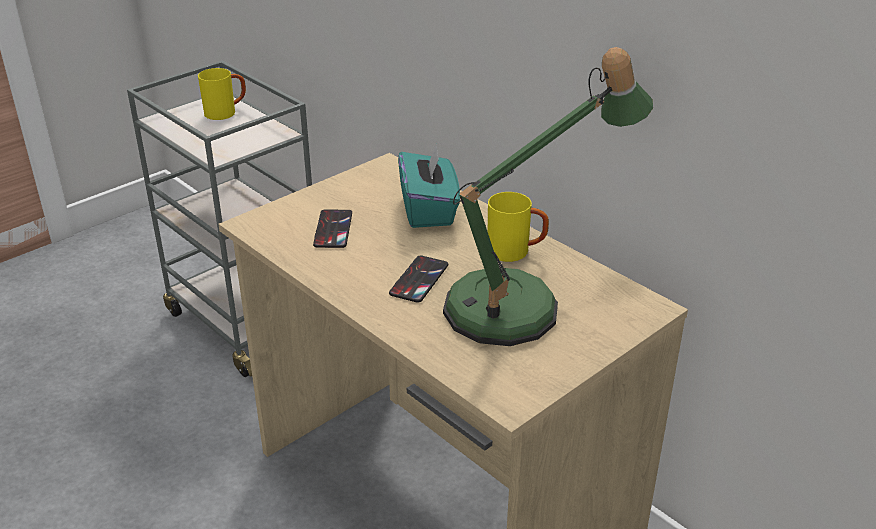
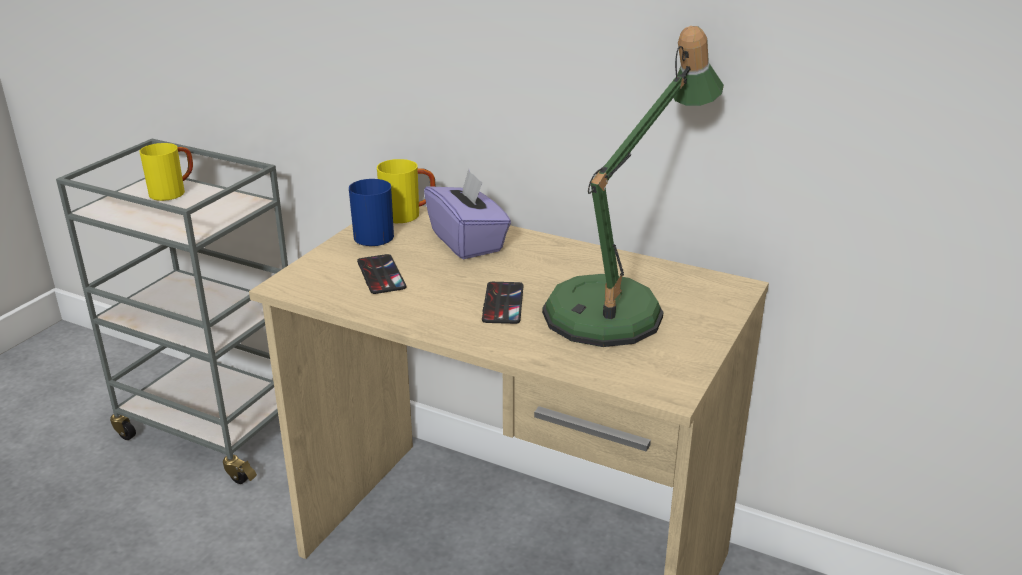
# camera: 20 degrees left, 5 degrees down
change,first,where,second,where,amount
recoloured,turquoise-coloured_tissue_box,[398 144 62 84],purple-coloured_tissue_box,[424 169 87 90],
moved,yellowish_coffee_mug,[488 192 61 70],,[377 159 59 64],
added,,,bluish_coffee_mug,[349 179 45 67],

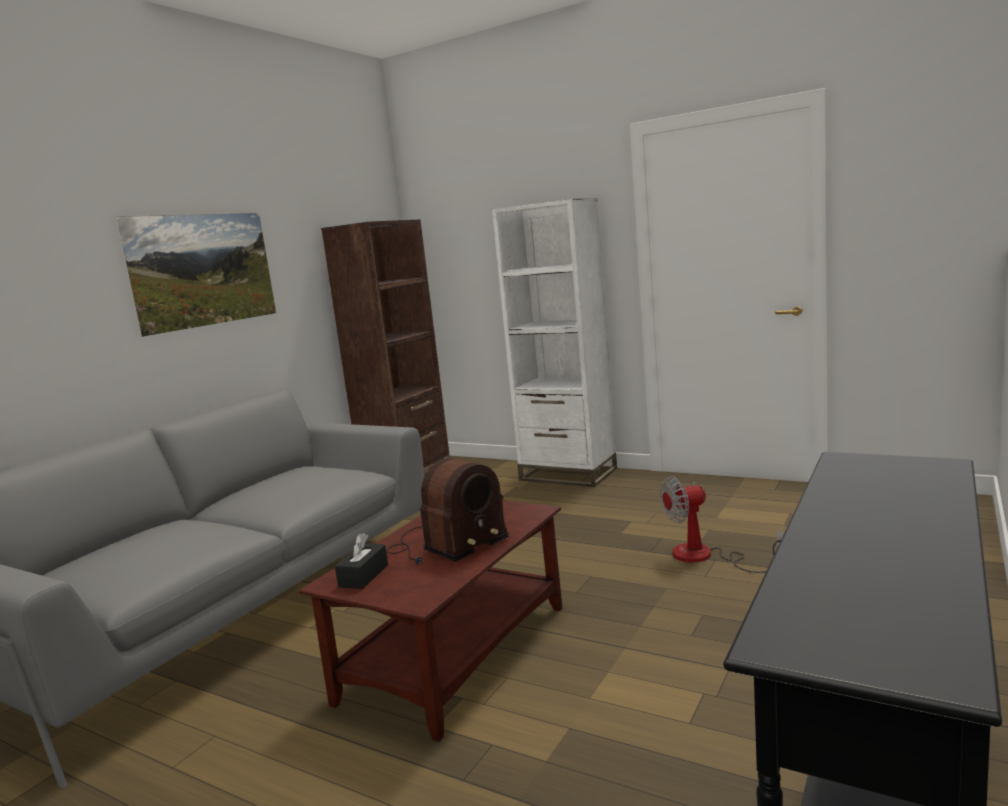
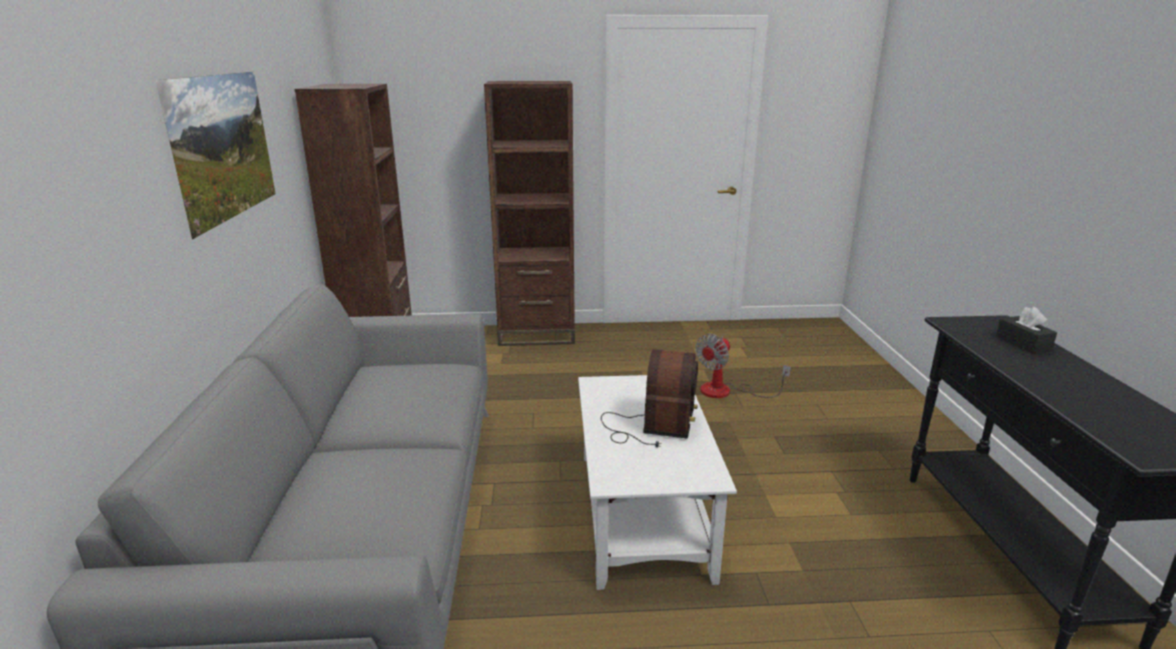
# camera: 35 degrees left, 10 degrees up
change,first,where,second,where,amount
recoloured,brown_coffee_table,[299 501 263 241],white-coloured_coffee_table,[578 375 159 215],
moved,blackish_tissue_box,[335 533 53 56],,[996 307 61 46],
recoloured,white-coloured_shelving_unit,[492 199 125 288],brown_shelving_unit,[484 81 91 265],

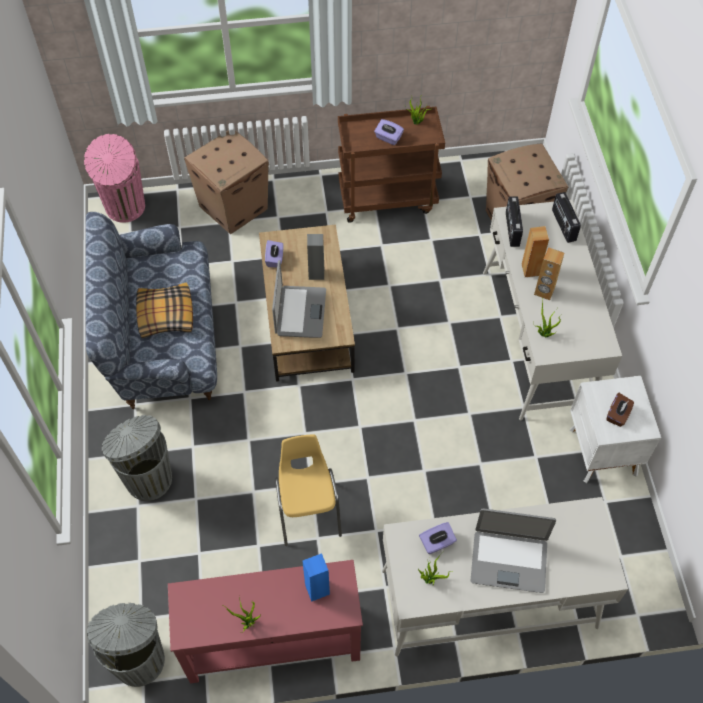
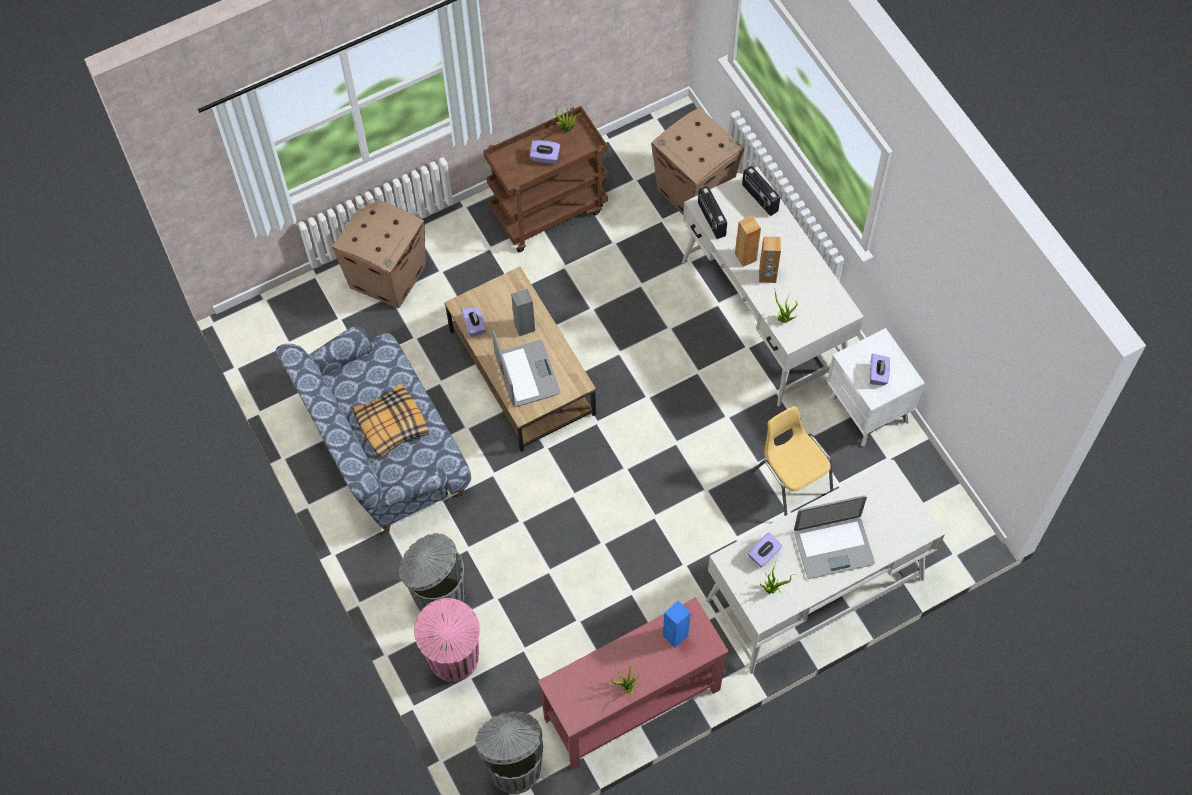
# camera: 20 degrees left, 5 degrees up
change,first,where,second,where,amount
moved,pinkish_trash_can,[84 134 61 89],,[414 598 66 84],
moved,yellowish_upright_chair,[275 434 67 112],,[751 406 82 110],
recoloured,brown_tissue_box,[607 393 27 34],purple-coloured_tissue_box,[870 354 20 32],

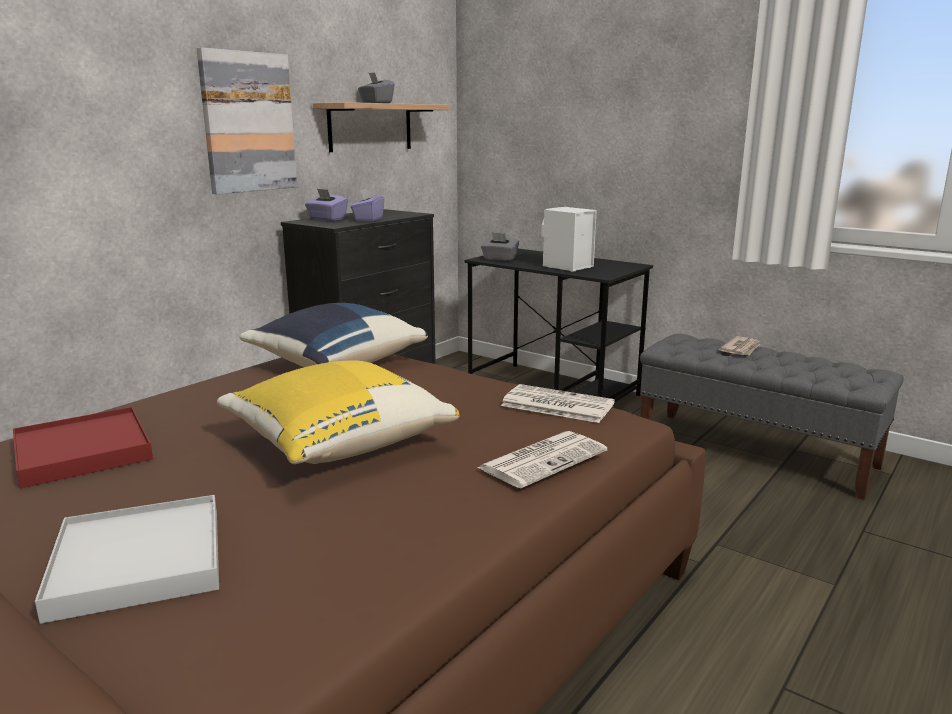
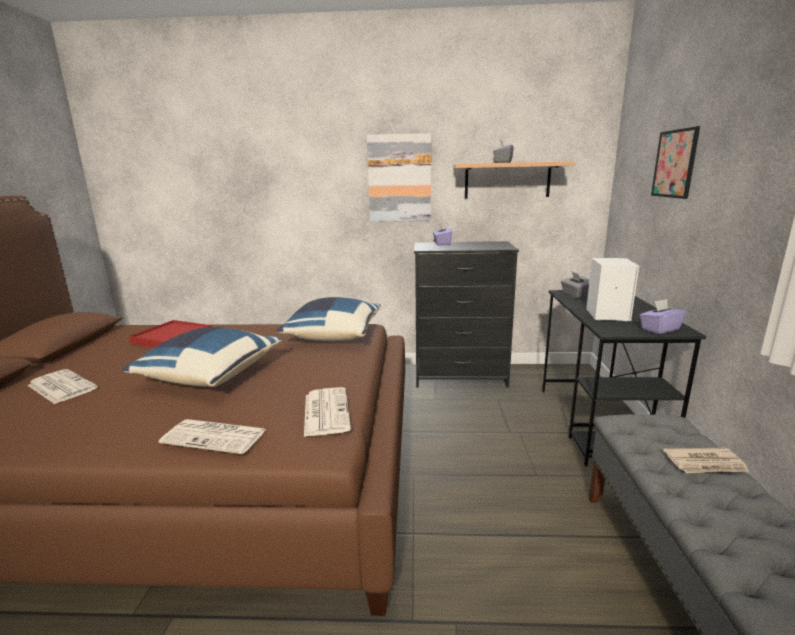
# camera: 55 degrees right, 0 degrees up
change,first,where,second,where,amount
replaced,white-coloured_tray,[35 495 184 129],newspaper,[27 369 71 35],
recoloured,yellowish_cushion,[217 360 243 104],bluish_cushion,[122 327 160 60],
moved,purple-coloured_tissue_box,[351 188 34 34],,[639 299 47 35],
added,,,wall_picture,[651 126 49 73],

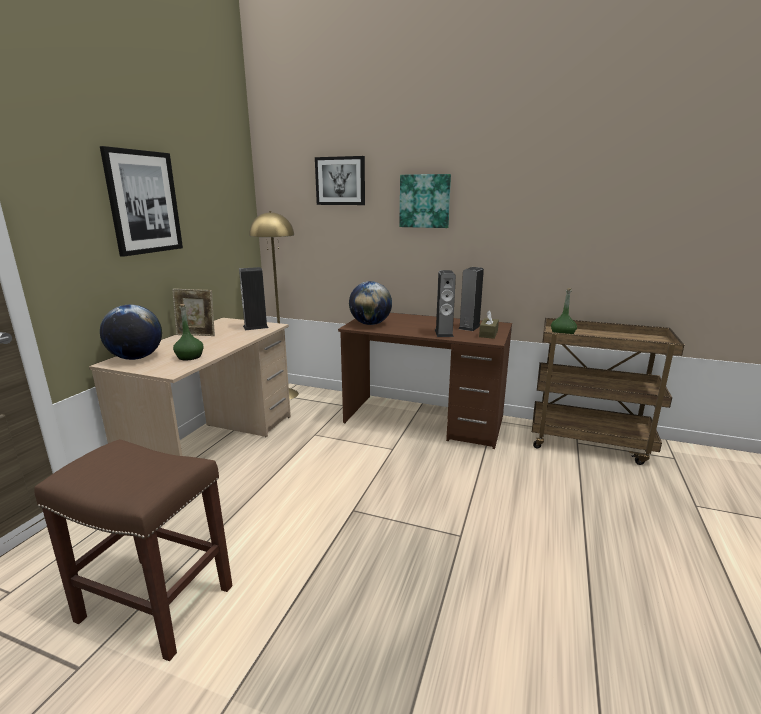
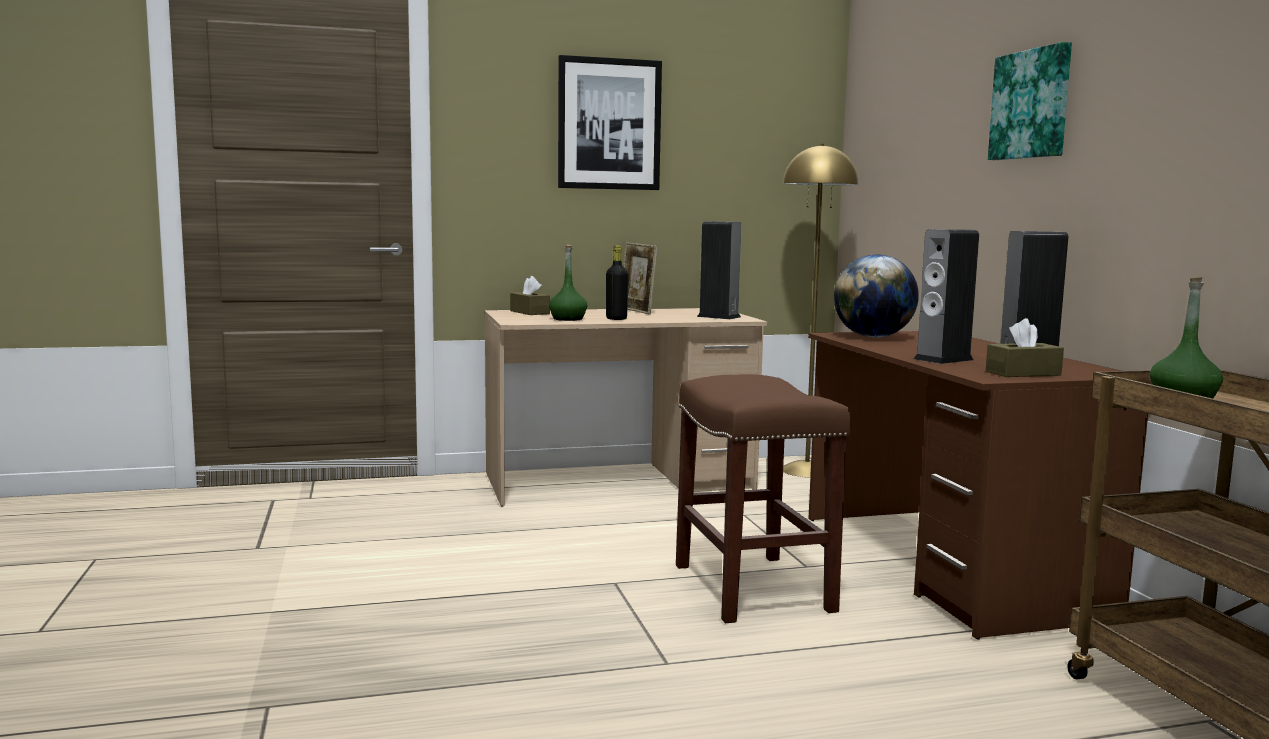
# camera: 55 degrees right, 10 degrees down
change,first,where,second,where,amount
moved,brown_sitting_stool,[34 439 199 222],,[676 374 174 249],
replaced,desk_globe,[100 305 62 55],brown_tissue_box,[510 276 40 39],
removed,wall_picture,[315 156 50 49],,,
added,,,blackish_bottle,[606 245 22 75],

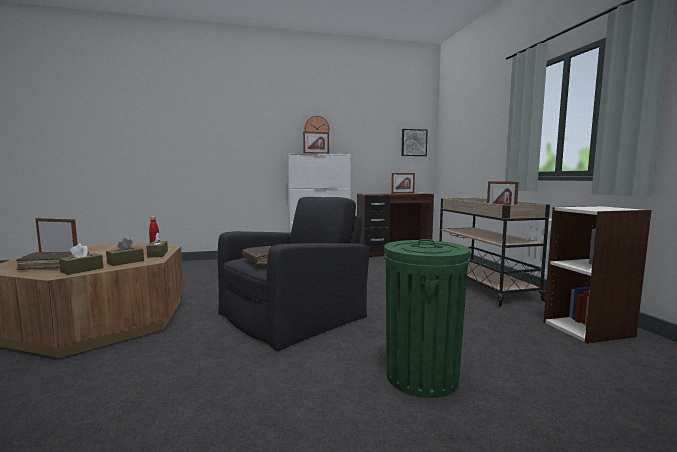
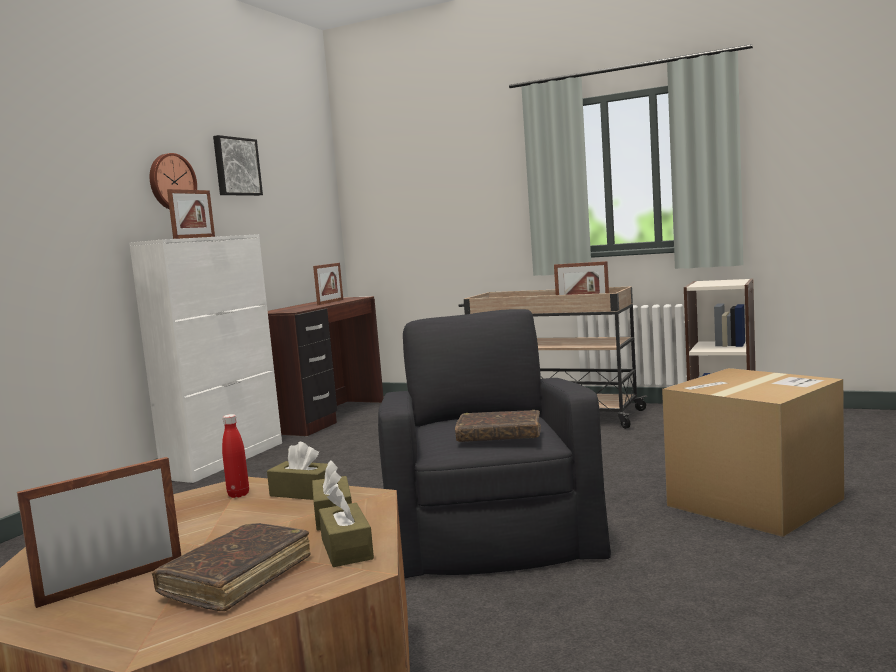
# camera: 50 degrees left, 0 degrees up
change,first,where,second,where,amount
replaced,green-coloured_trash_can,[384 239 86 159],cardboard_box,[662 368 182 169],
moved,wall_picture,[401 129 27 27],,[213 135 50 61],

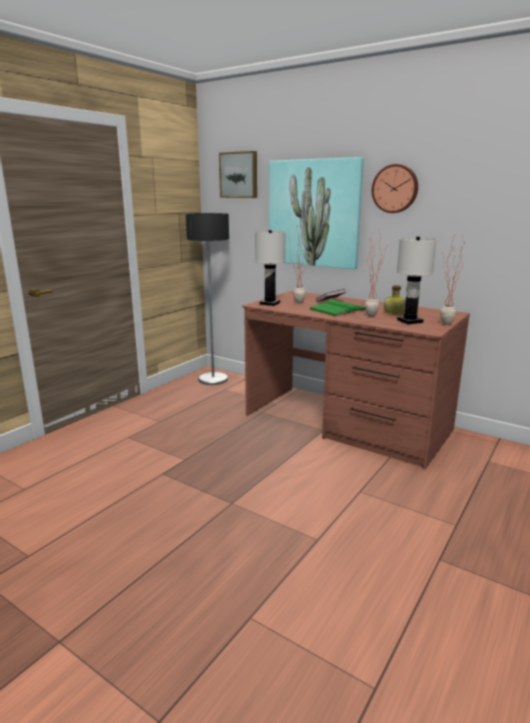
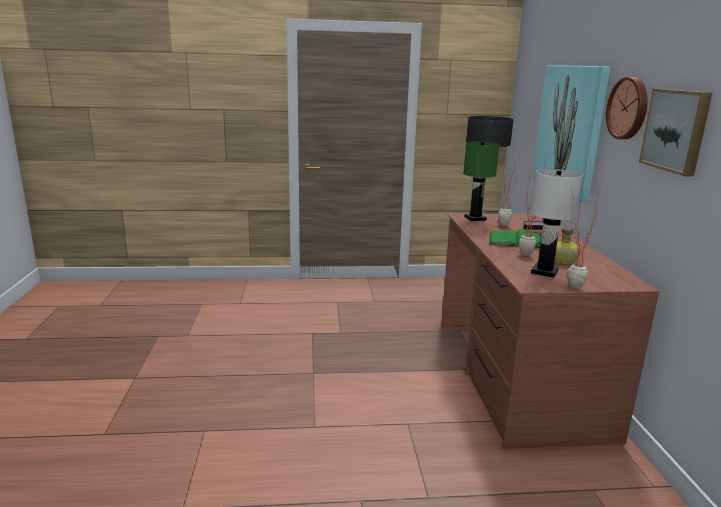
# camera: 50 degrees right, 0 degrees up
change,first,where,second,where,amount
moved,wall_picture,[219 151 38 47],,[639 89 73 88],
recoloured,white-coloured_table_lamp,[255 230 31 76],green-coloured_table_lamp,[463 141 36 80],

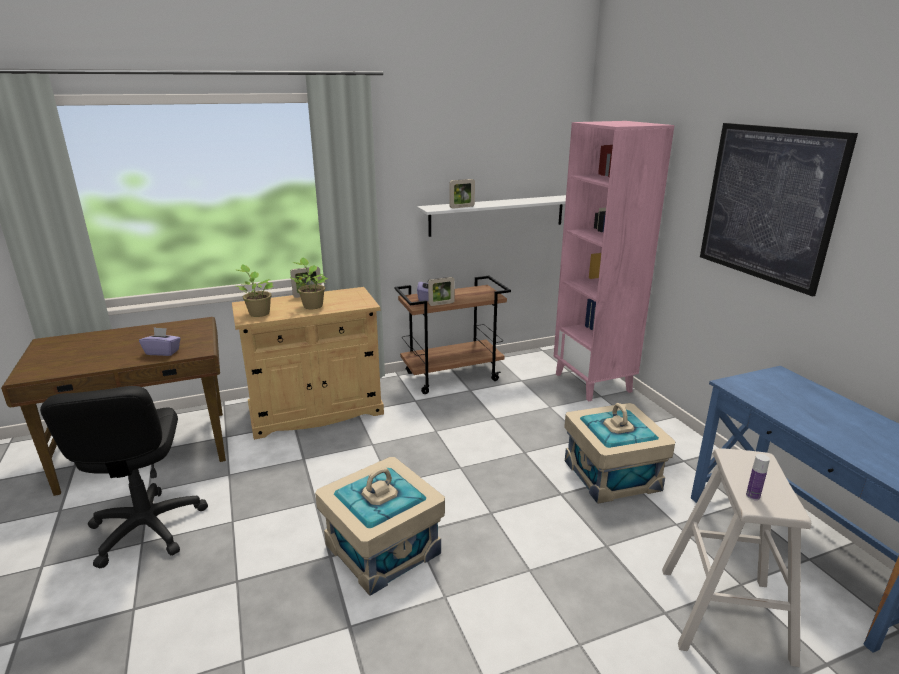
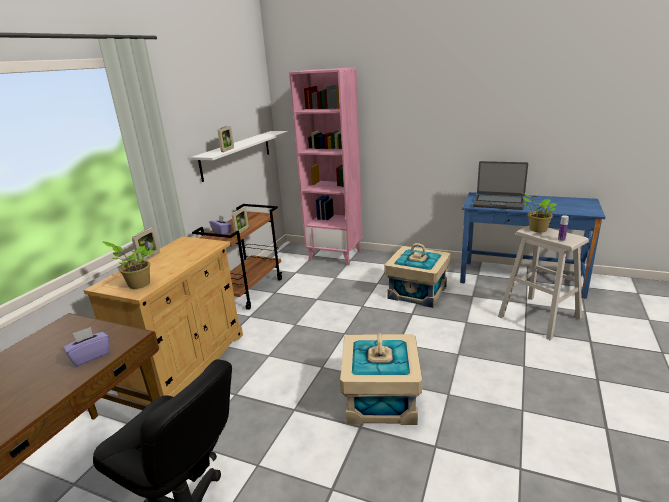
# camera: 45 degrees left, 0 degrees up
change,first,where,second,where,amount
moved,potted_plant,[291 258 37 51],,[521 192 36 41],
removed,wall_picture,[700 123 158 173],,,
added,,,portable_computer,[473 161 55 49],

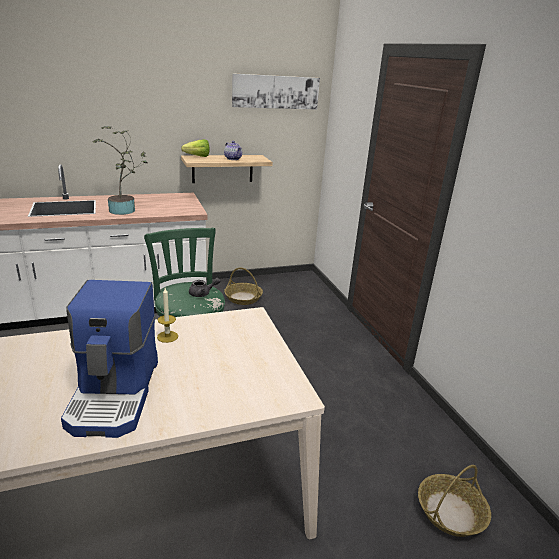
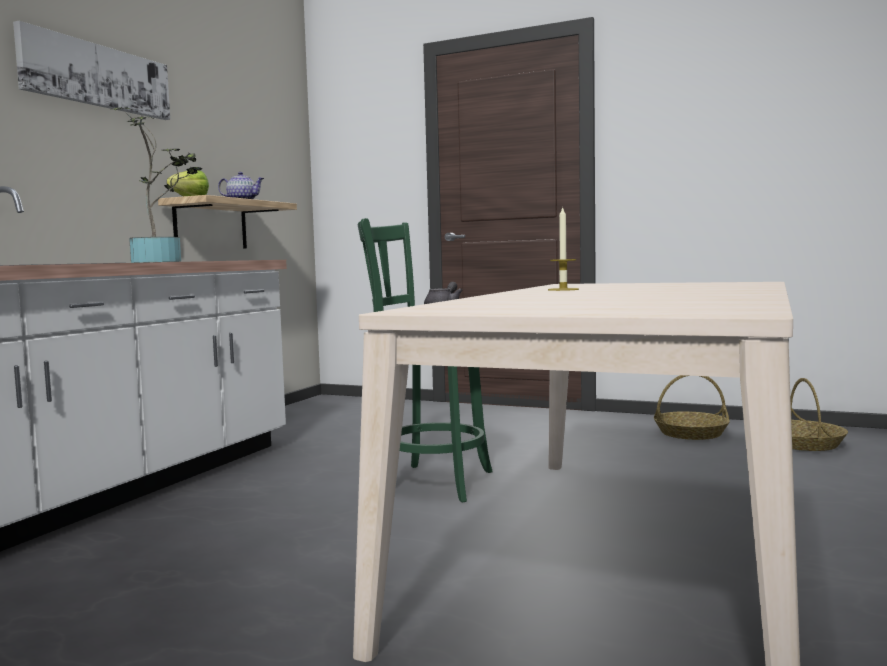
# camera: 45 degrees left, 20 degrees down
change,first,where,second,where,amount
removed,coffee_maker,[61 280 97 158],,,
moved,household_basket,[224 267 39 38],,[654 375 76 65],
moved,wall_picture,[232 73 88 37],,[13 21 157 99],

